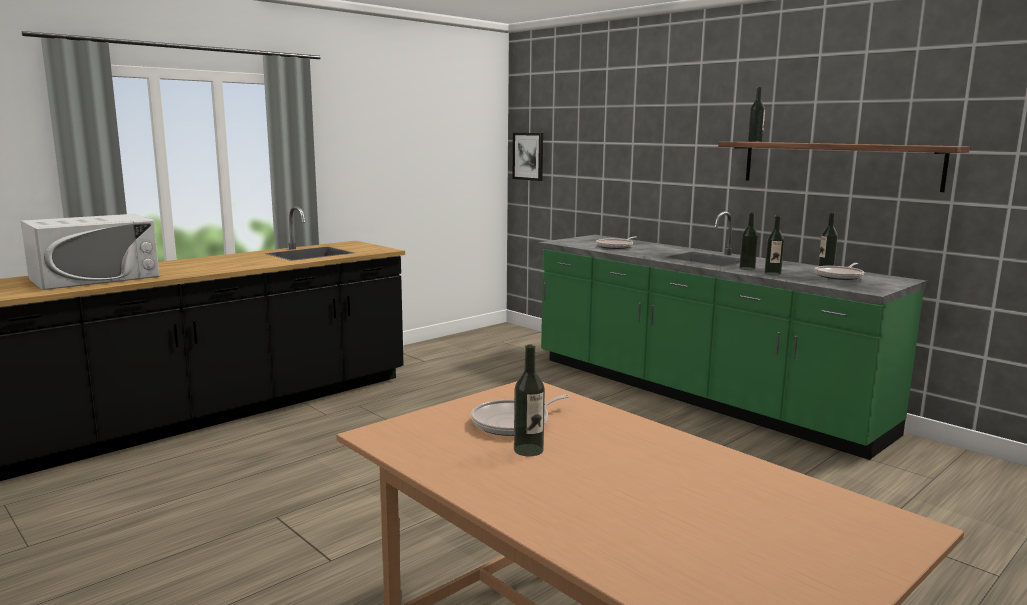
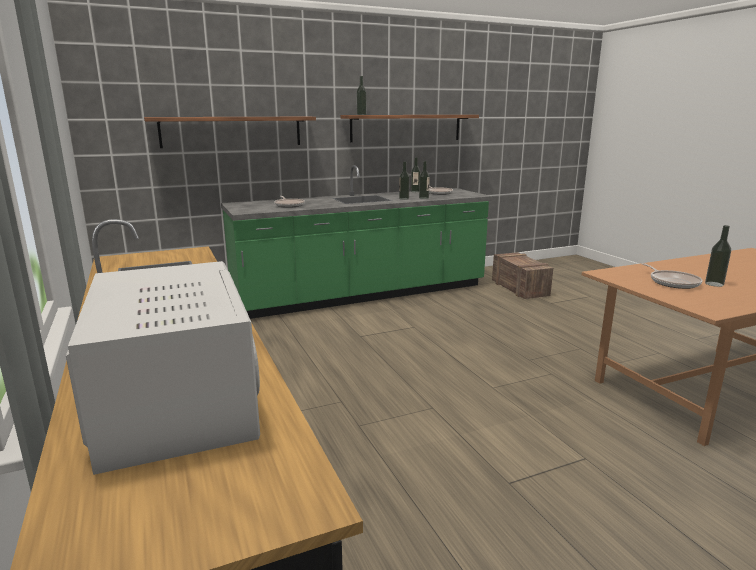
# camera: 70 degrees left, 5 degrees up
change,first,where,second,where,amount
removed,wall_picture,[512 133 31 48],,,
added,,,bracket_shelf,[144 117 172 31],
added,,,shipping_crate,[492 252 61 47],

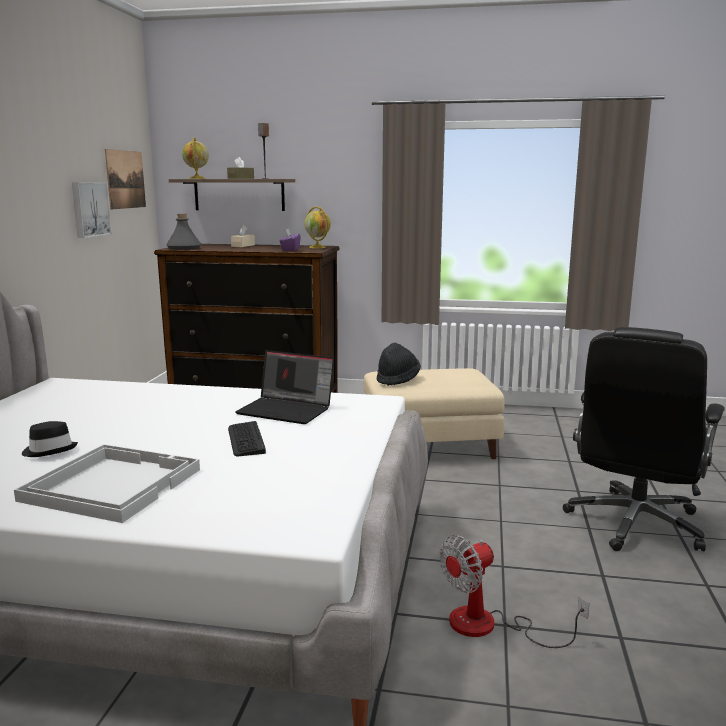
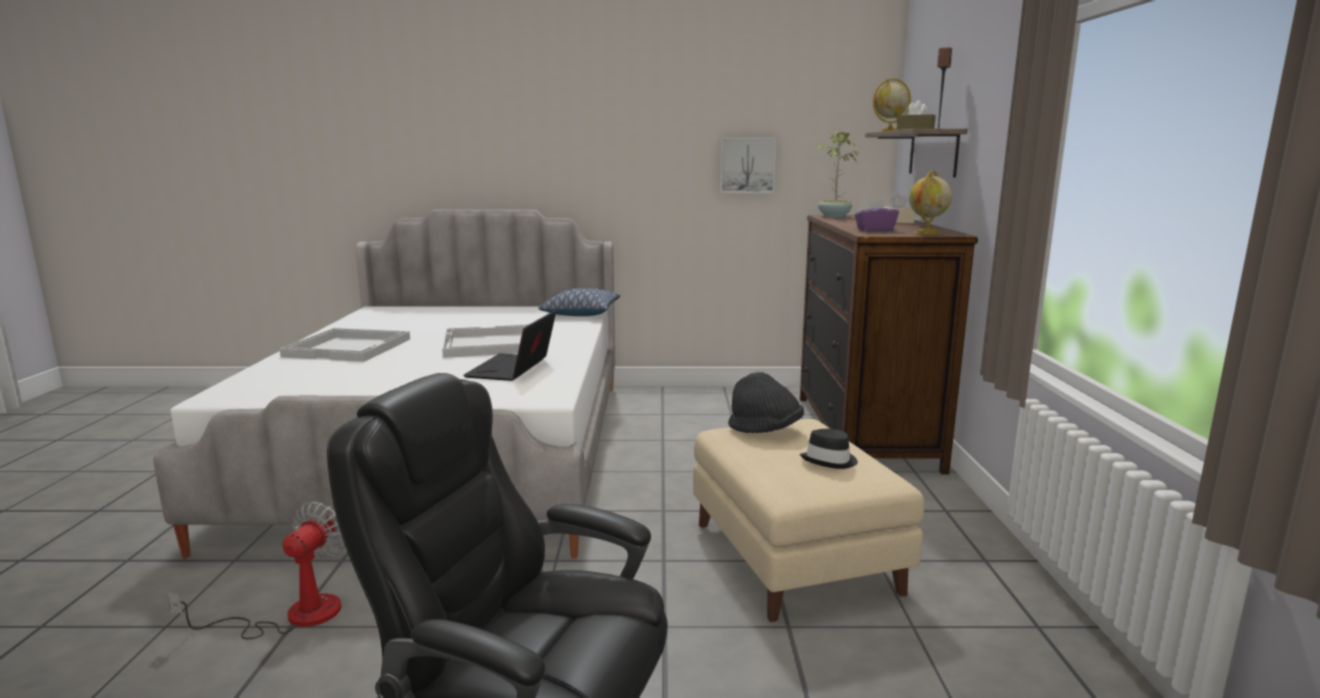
# camera: 80 degrees right, 0 degrees up
change,first,where,second,where,amount
moved,blackish_clothing_hat,[22 421 56 36],,[800 429 58 40],
removed,wall_picture,[105 149 41 61],,,
replaced,gray_bottle,[166 214 36 36],potted_plant,[816 132 43 85],
removed,PC_keyboard,[228 421 38 35],,,
turned,electric_fan,[439 535 150 113],,[167 502 178 137],60 degrees clockwise
added,,,white-coloured_tray,[442 324 87 34],
added,,,cushion,[539 288 81 28],

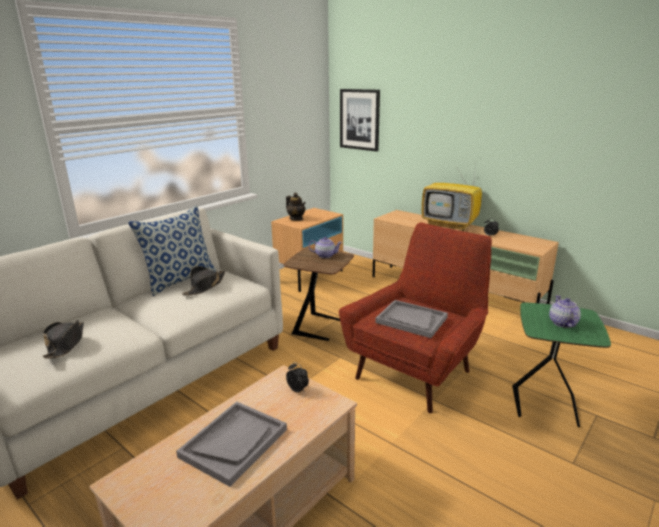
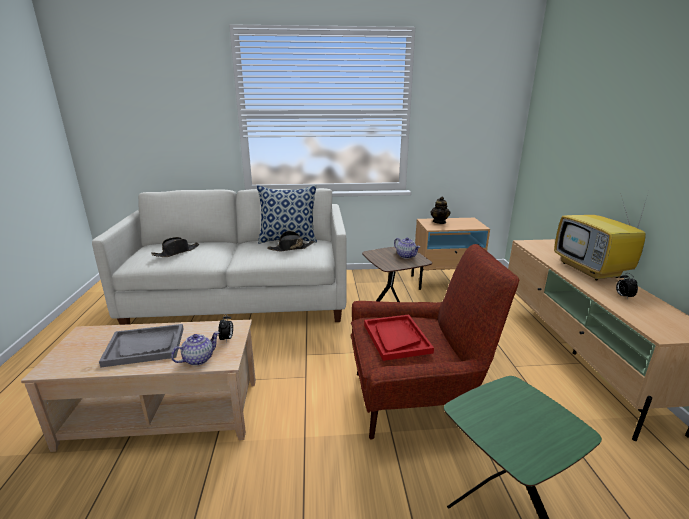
# camera: 45 degrees right, 0 degrees up
change,first,where,second,where,amount
removed,wall_picture,[340 89 40 63],,,
recoloured,gray_tray,[375 300 73 38],reddish_tray,[364 314 70 47],
moved,tea_pot,[549 295 32 33],,[171 331 49 35],

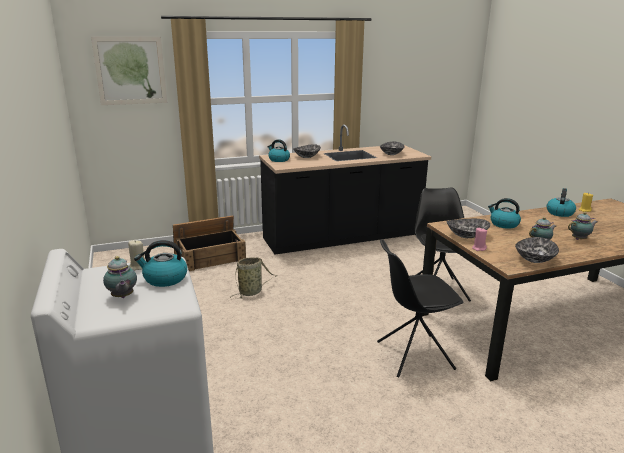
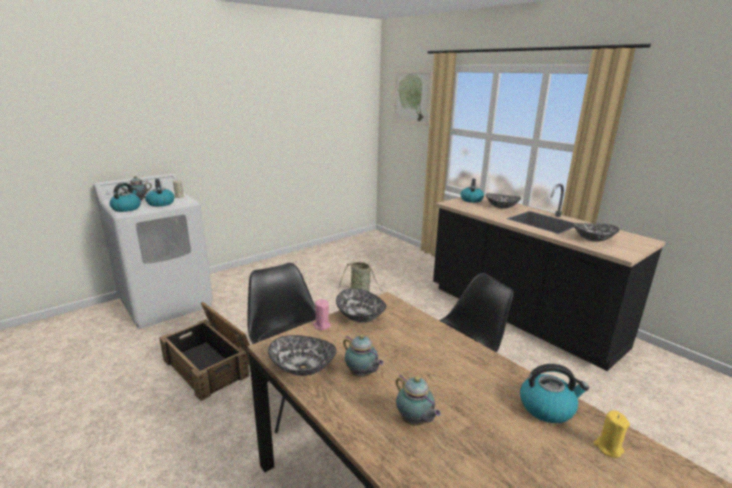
# camera: 70 degrees right, 0 degrees up
change,first,where,second,where,amount
moved,shipping_crate,[173 216 73 55],,[159 302 91 99],
moved,water_kettle,[488 198 33 31],,[109 183 32 29],

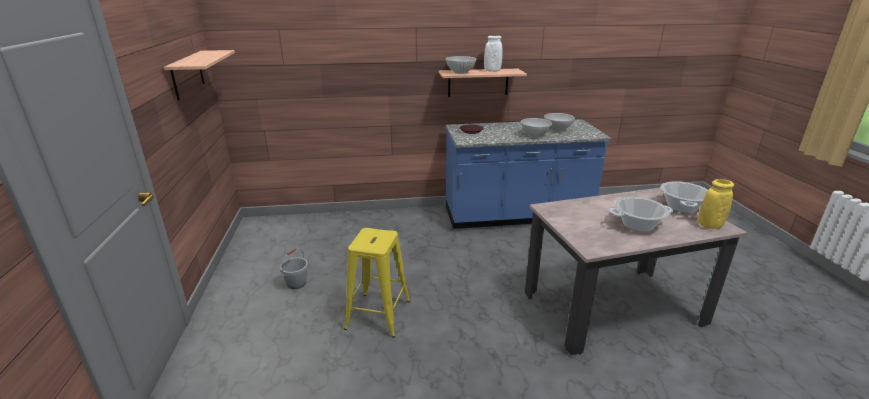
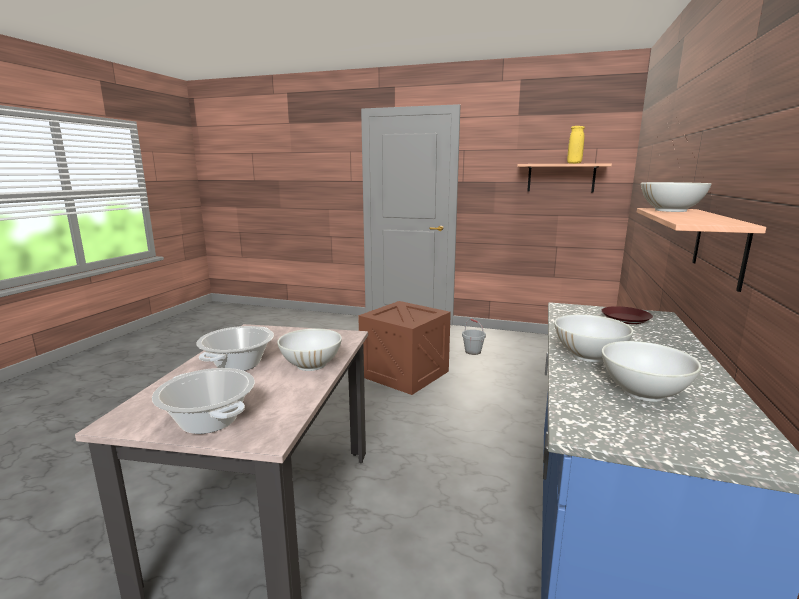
# camera: 115 degrees right, 10 degrees down
change,first,where,second,where,amount
replaced,yellowish_sitting_stool,[344 228 66 110],shipping_crate,[358 301 93 94],
removed,white-coloured_flower_vase,[484 36 19 36],,,
moved,yellowish_flower_vase,[698 179 36 50],,[567 126 18 38],
added,,,white-coloured_deep_dish,[277 329 65 42],

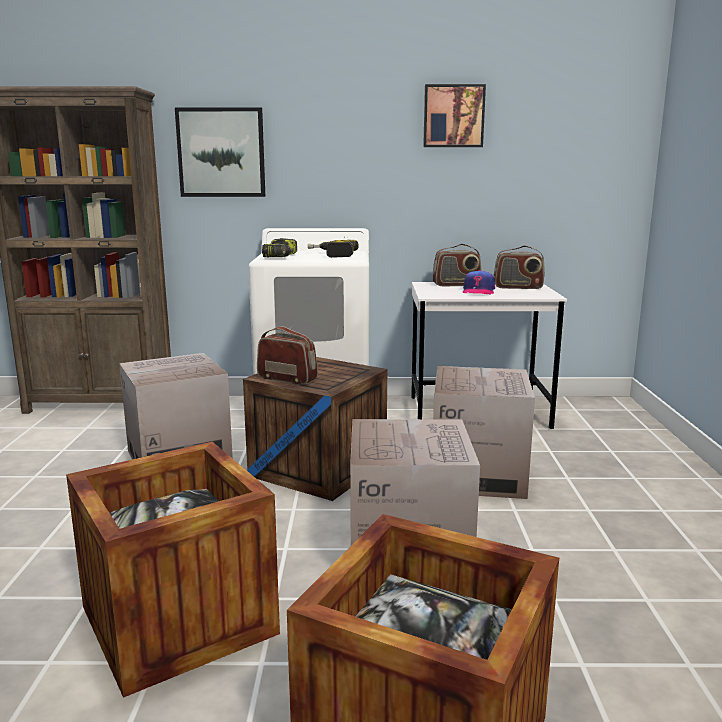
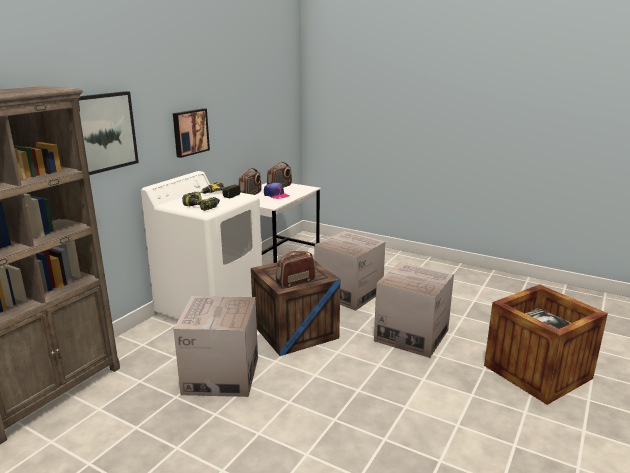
# camera: 60 degrees left, 5 degrees up
change,first,where,second,where,amount
removed,shipping_crate,[66 442 214 256],,,
moved,wall_picture,[423 84 63 63],,[173 108 37 50],

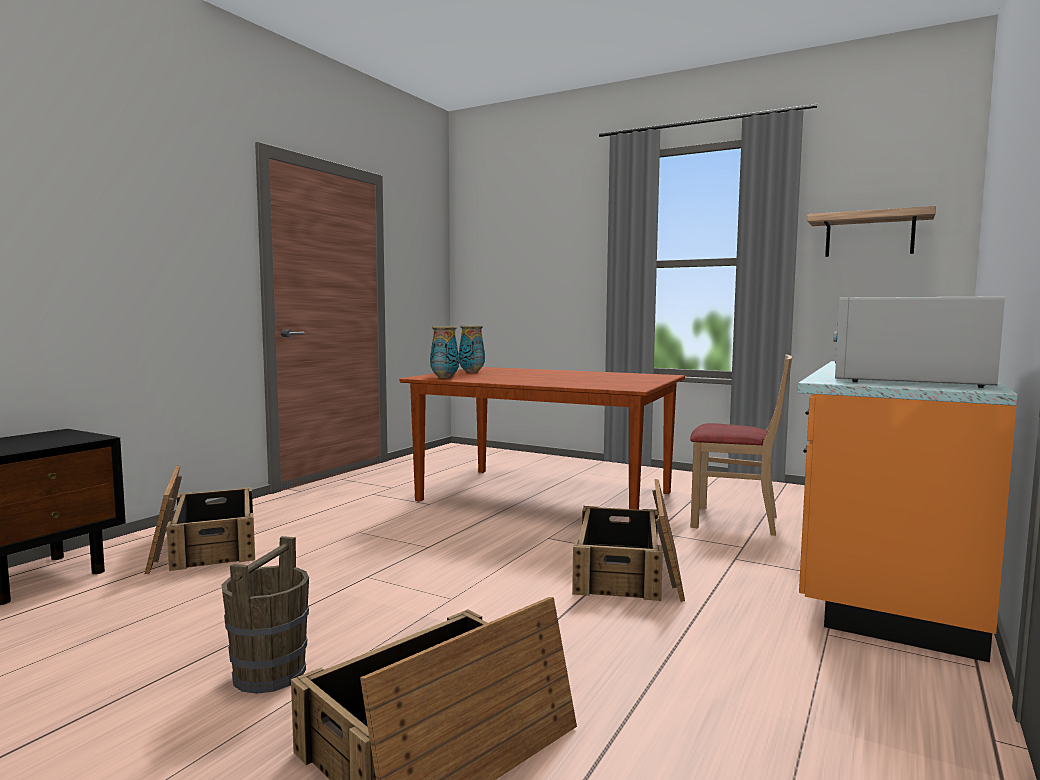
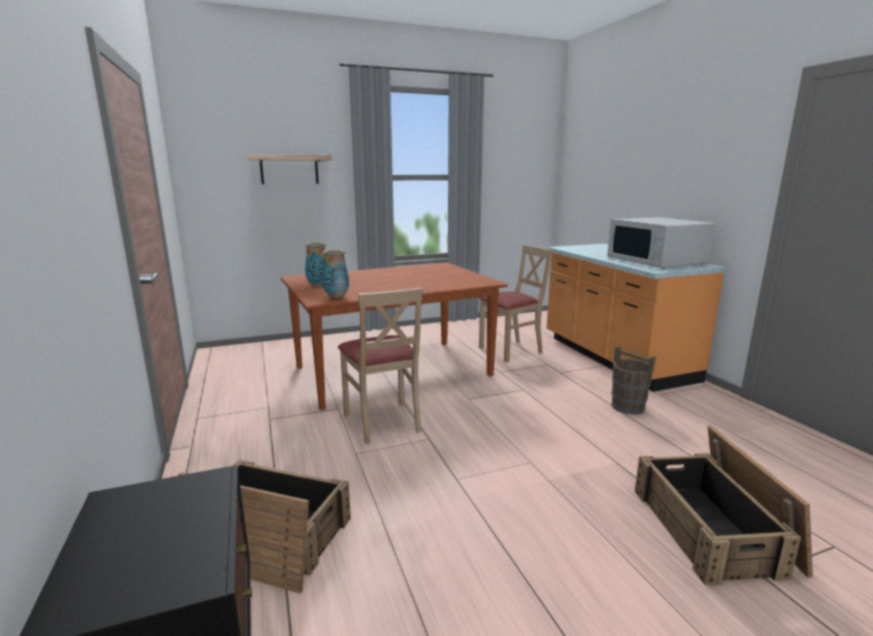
# camera: 50 degrees left, 10 degrees up
change,first,where,second,where,amount
moved,brown_bucket,[222 536 87 158],,[611 346 45 69],
removed,shipping_crate,[572 479 113 123],,,
moved,bracket_shelf,[807 206 129 51],,[248 154 84 30],
added,,,beige-coloured_upright_chair,[338 287 85 157],

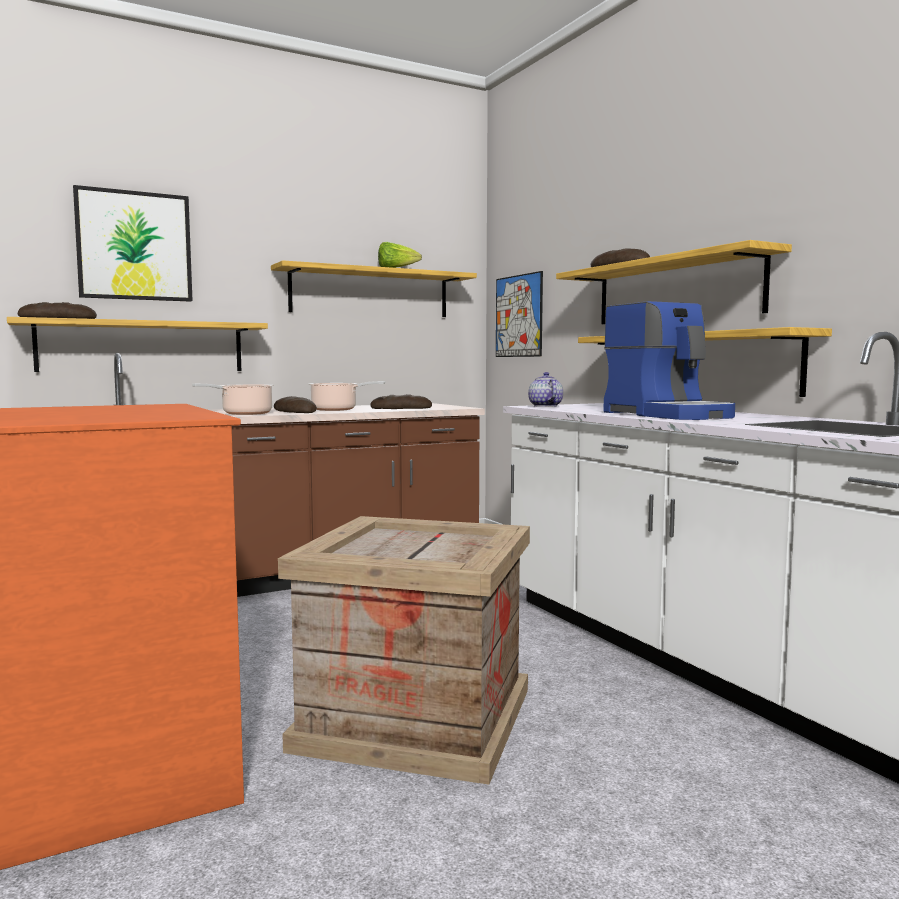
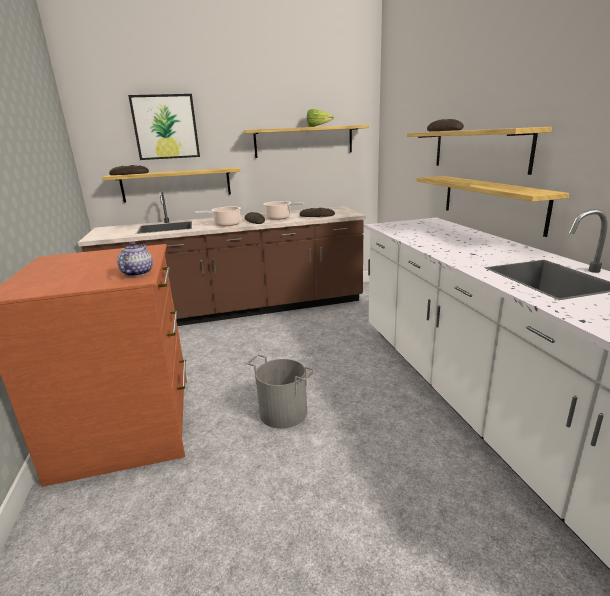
# camera: 15 degrees right, 15 degrees up
change,first,where,second,where,amount
replaced,shipping_crate,[278 516 252 269],gray_bucket,[247 355 67 74],
removed,wall_picture,[496 271 47 86],,,
moved,tea_pot,[528 372 35 35],,[117 242 36 35],
removed,coffee_maker,[603 301 132 119],,,

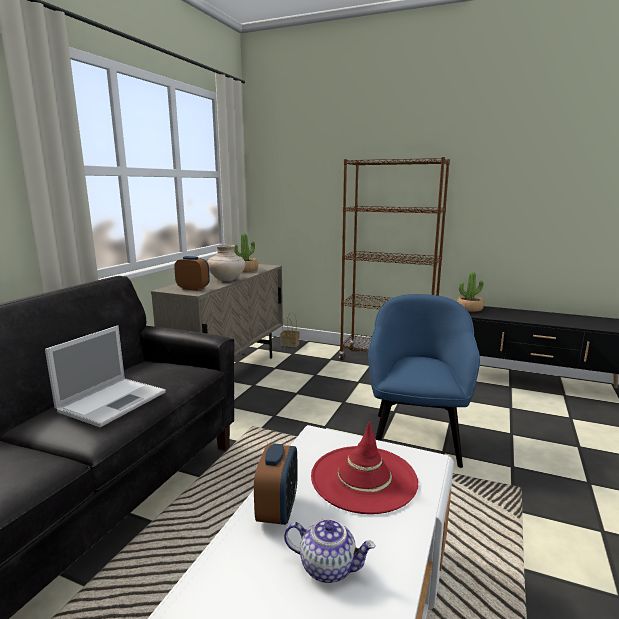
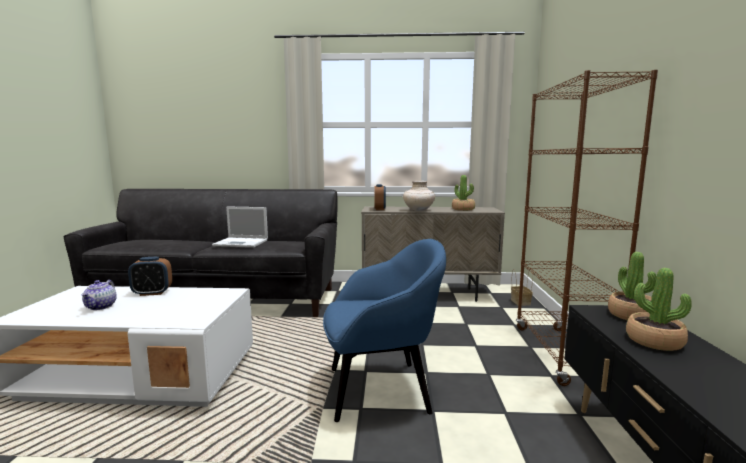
# camera: 70 degrees right, 5 degrees down
change,first,where,second,where,amount
removed,reddish_clothing_hat,[311 421 107 93],,,
added,,,potted_plant,[626 268 66 83],

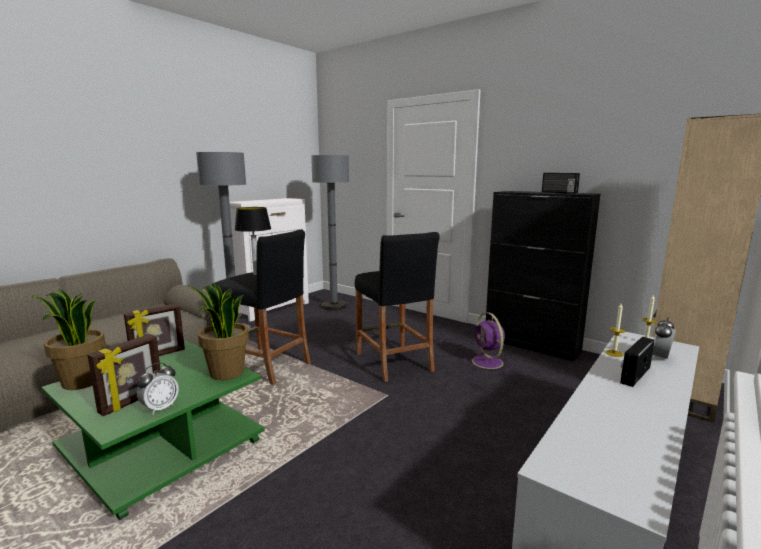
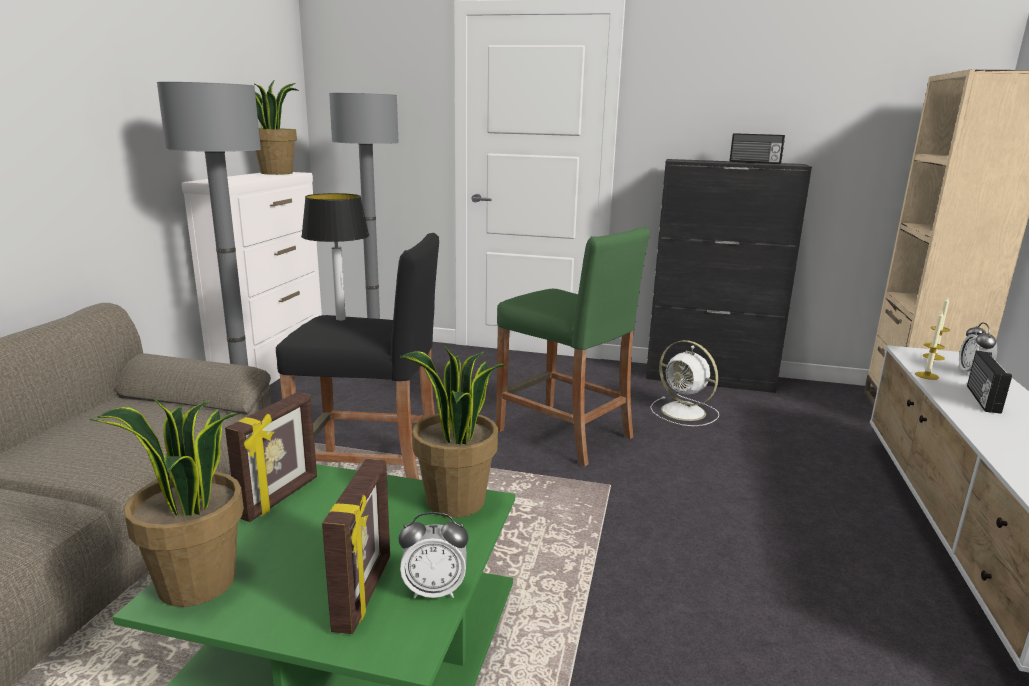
# camera: 25 degrees left, 5 degrees up
change,first,where,second,where,amount
turned,bedside_clock,[137 363 42 52],,[399 512 70 86],75 degrees clockwise
recoloured,blackish_sitting_stool,[355 232 85 150],green-coloured_sitting_stool,[496 227 154 239],
recoloured,purple-coloured_electric_fan,[465 312 48 61],white-coloured_electric_fan,[650 340 69 86],
added,,,potted_plant,[253 79 46 96],

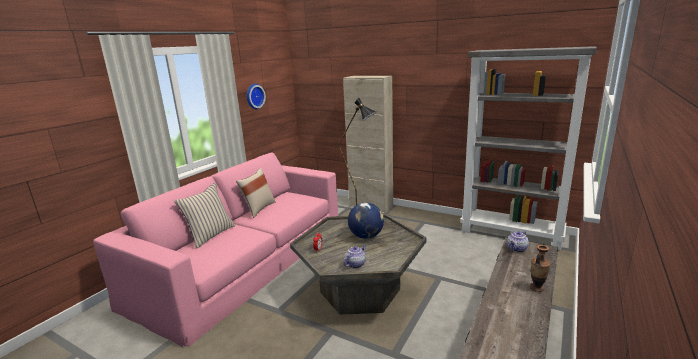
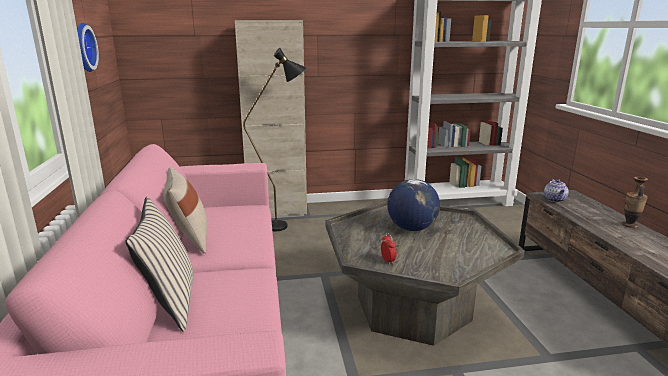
# camera: 40 degrees left, 0 degrees up
change,first,where,second,where,amount
removed,tea_pot,[343 245 24 23],,,

